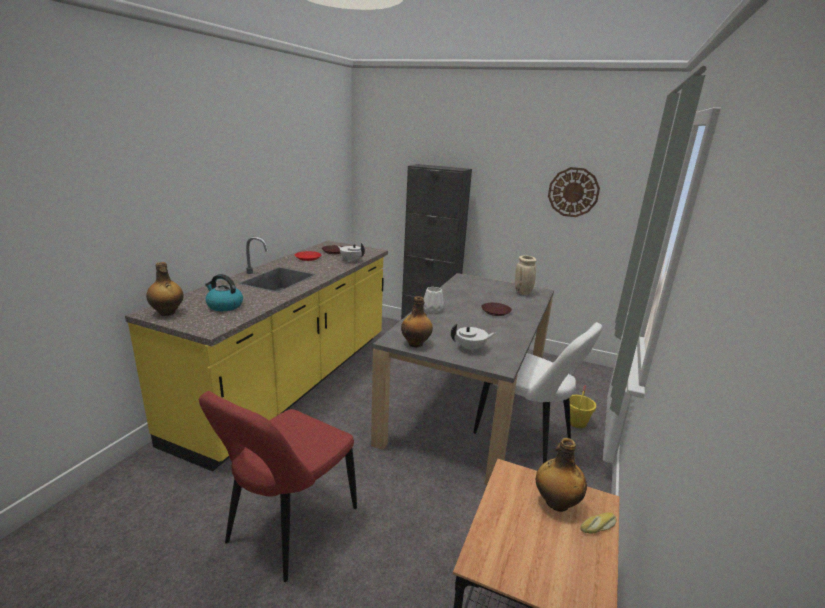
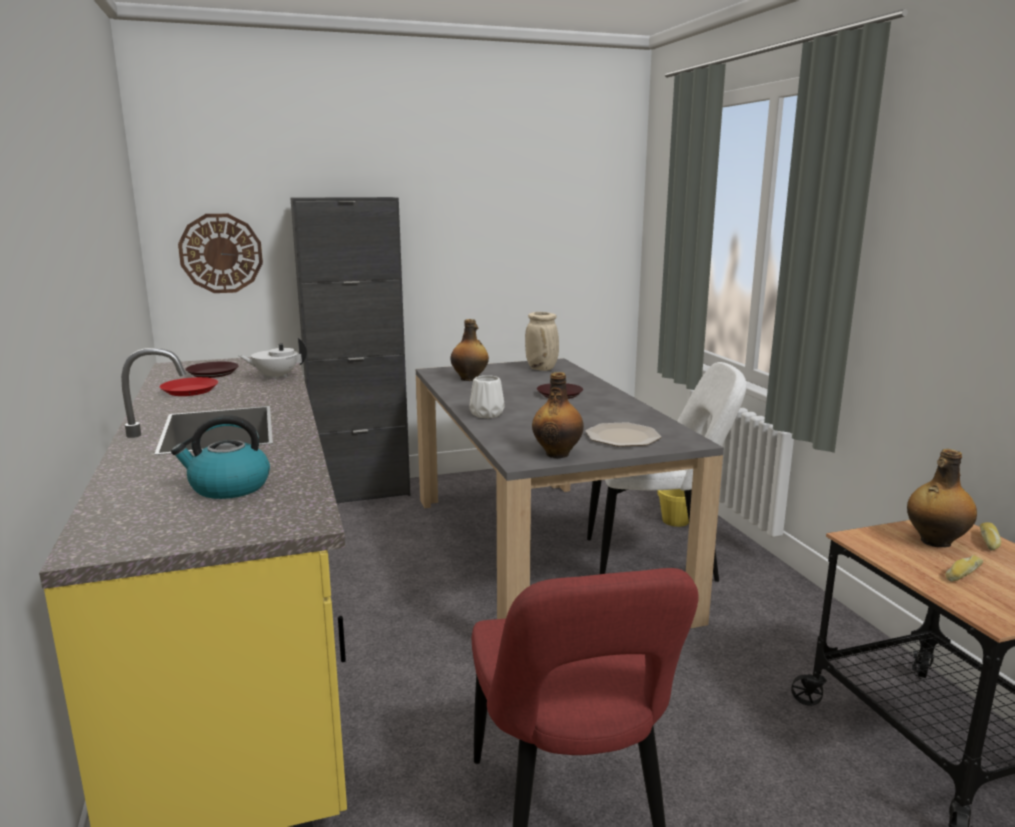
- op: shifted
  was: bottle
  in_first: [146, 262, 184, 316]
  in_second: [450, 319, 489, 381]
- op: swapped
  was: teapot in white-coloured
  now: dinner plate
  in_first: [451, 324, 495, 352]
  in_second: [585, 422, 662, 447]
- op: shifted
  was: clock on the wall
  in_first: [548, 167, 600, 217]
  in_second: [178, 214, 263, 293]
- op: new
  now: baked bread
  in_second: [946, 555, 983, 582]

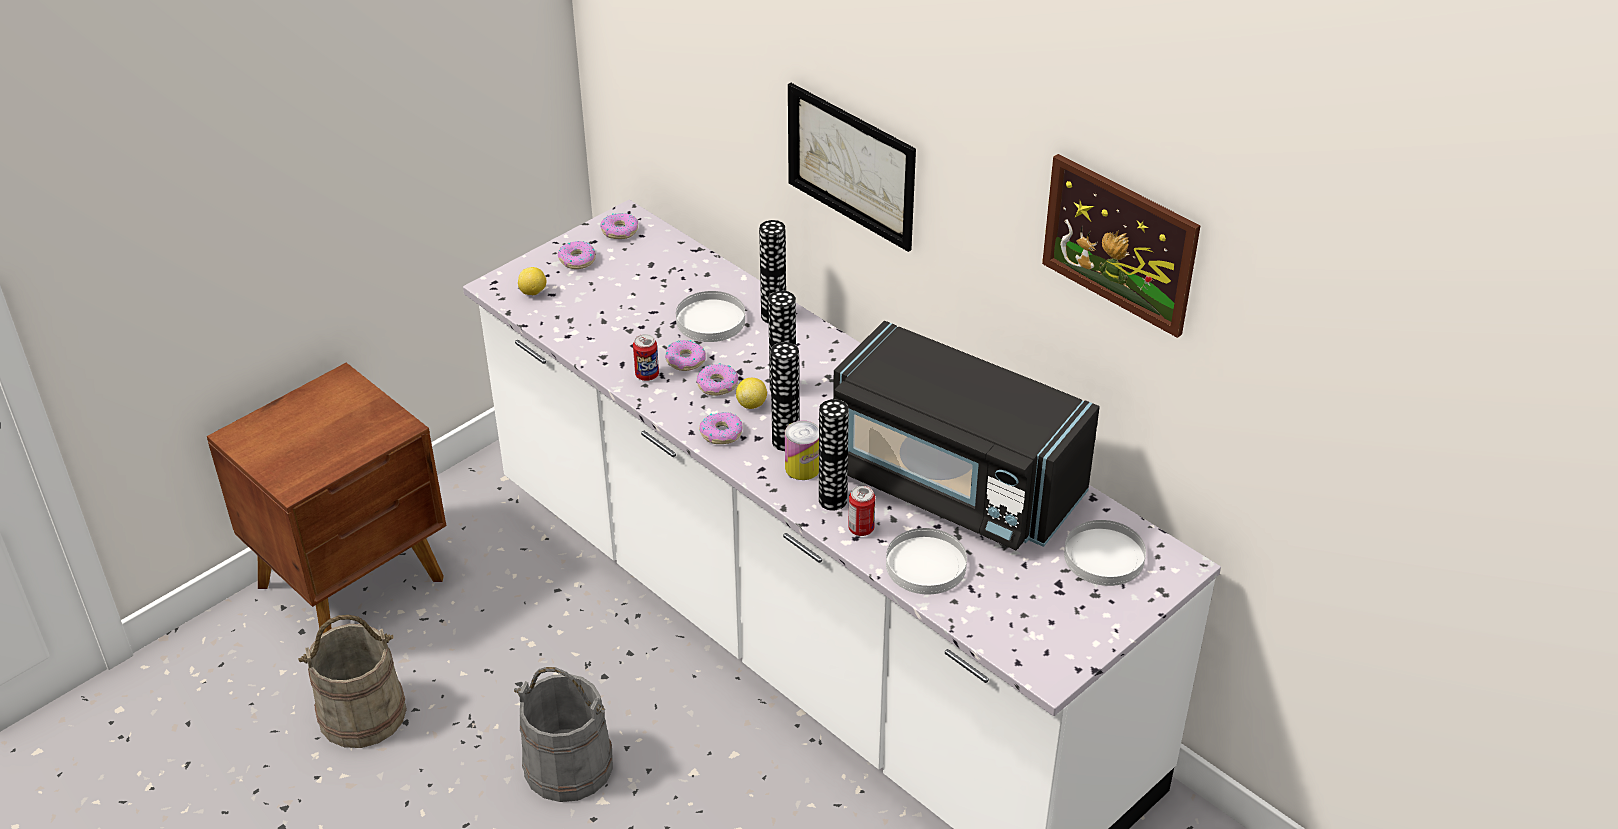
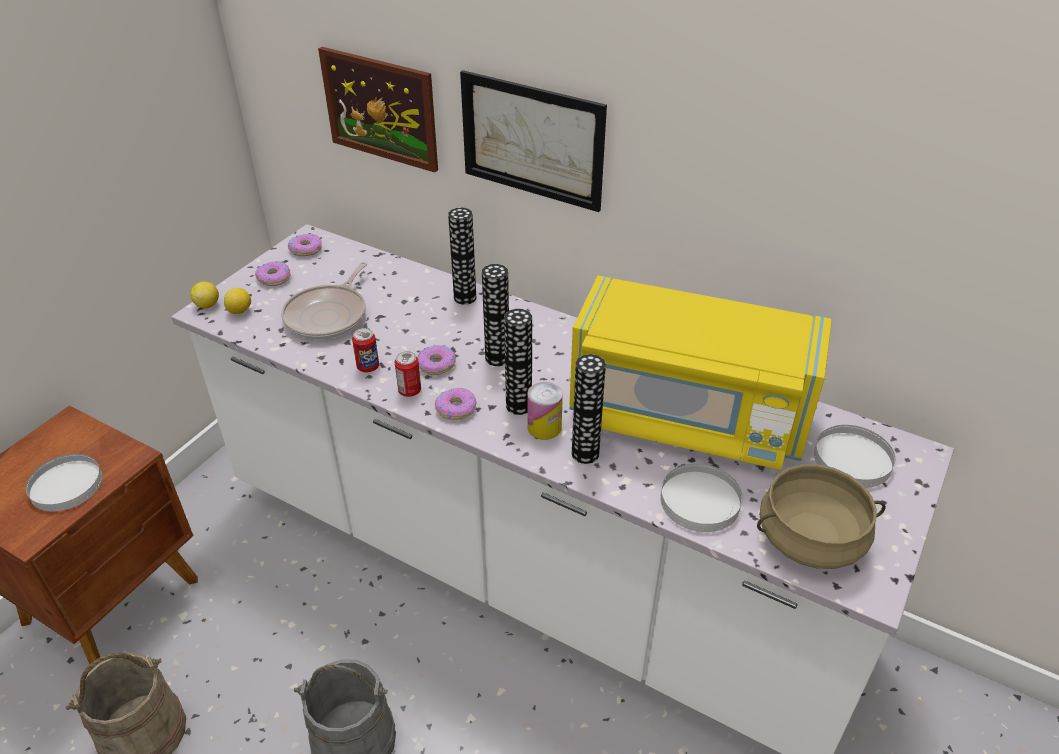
- op: gone
  was: doughnut
  in_first: [665, 340, 706, 371]
- op: shifted
  was: dinner plate in white-coloured
  in_first: [676, 291, 745, 342]
  in_second: [26, 454, 102, 511]
- op: shifted
  was: citrus fruit
  in_first: [736, 378, 767, 409]
  in_second: [190, 282, 219, 309]
- op: repainted
  was: microwave oven in blackish
  now: microwave oven in yellowish
  in_first: [833, 321, 1100, 551]
  in_second: [569, 276, 832, 470]
- op: shifted
  was: metal can
  in_first: [848, 486, 875, 536]
  in_second: [395, 351, 421, 397]
- op: shifted
  was: wall picture
  in_first: [1042, 154, 1201, 338]
  in_second: [318, 47, 438, 173]
- op: new
  now: frying pan
  in_second: [281, 262, 367, 339]
- op: new
  now: stockpot in beige-coloured
  in_second: [757, 464, 886, 569]

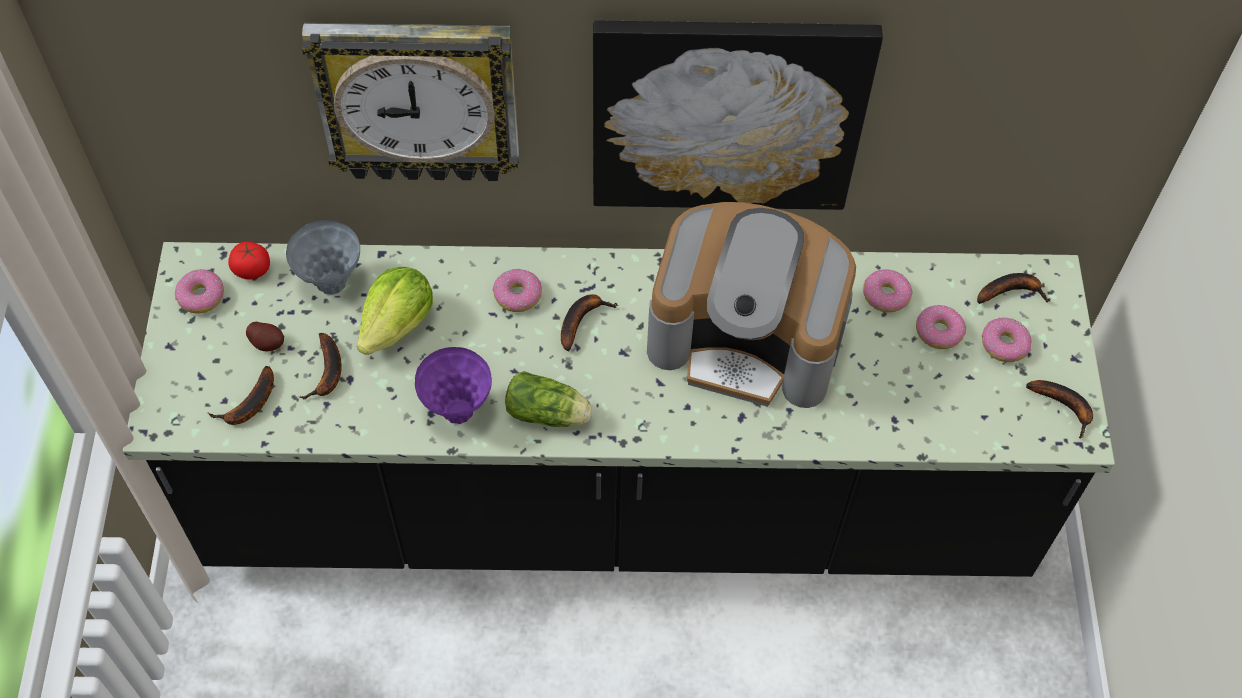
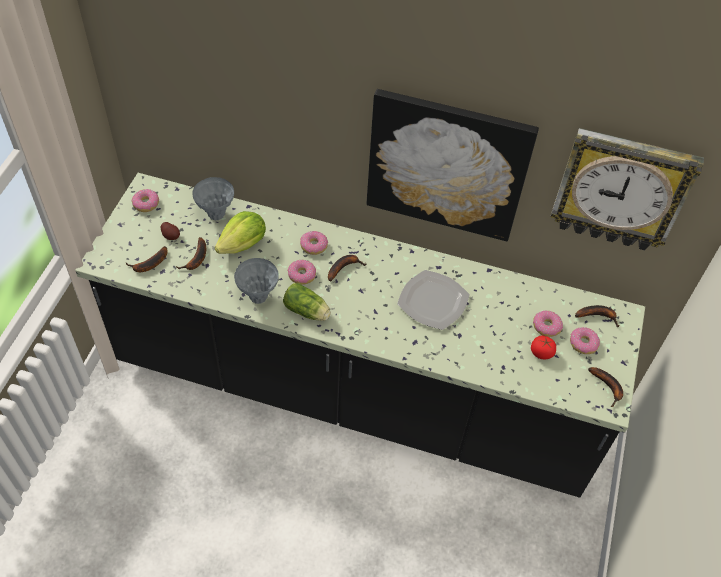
- op: shifted
  was: fresh tomato
  in_first: [228, 242, 270, 279]
  in_second: [531, 335, 556, 359]
- op: shifted
  was: clock on the wall
  in_first: [302, 23, 519, 181]
  in_second: [551, 128, 704, 250]
- op: repainted
  was: flower vase in purple
  now: flower vase in greyish
  in_first: [415, 347, 492, 424]
  in_second: [234, 258, 279, 304]
- op: swapped
  was: coffee machine
  now: dinner plate
  in_first: [647, 202, 856, 408]
  in_second: [397, 270, 470, 330]
- op: shifted
  was: doughnut
  in_first: [863, 269, 913, 313]
  in_second: [288, 260, 316, 285]

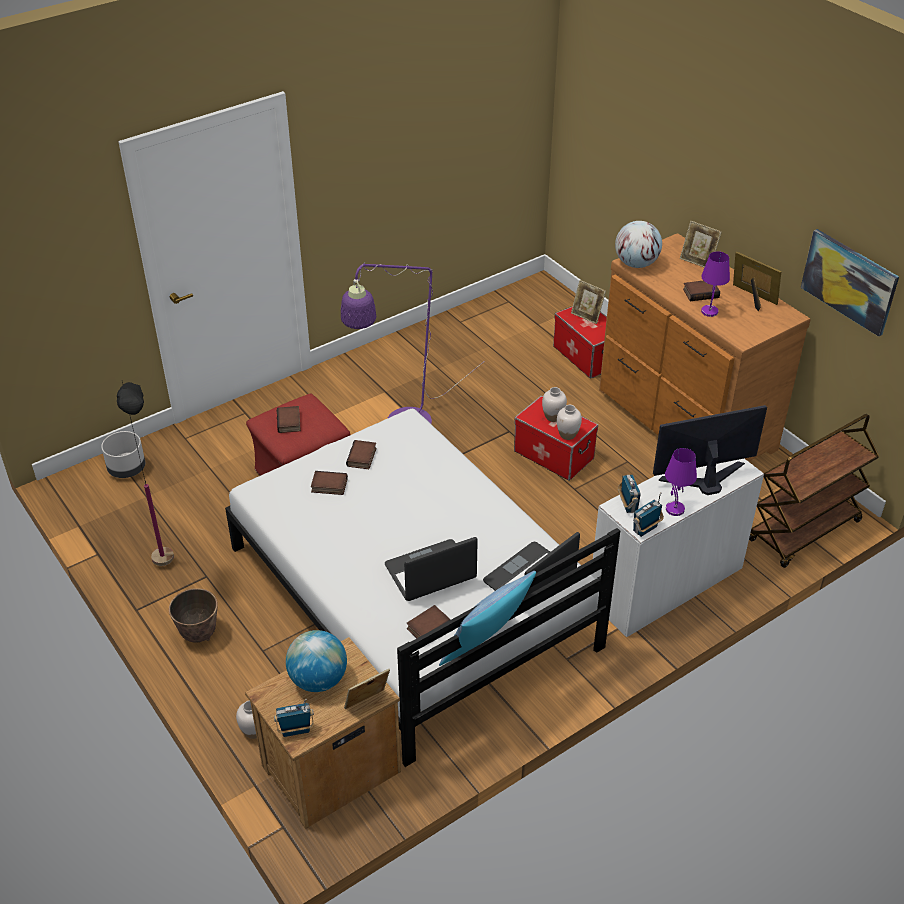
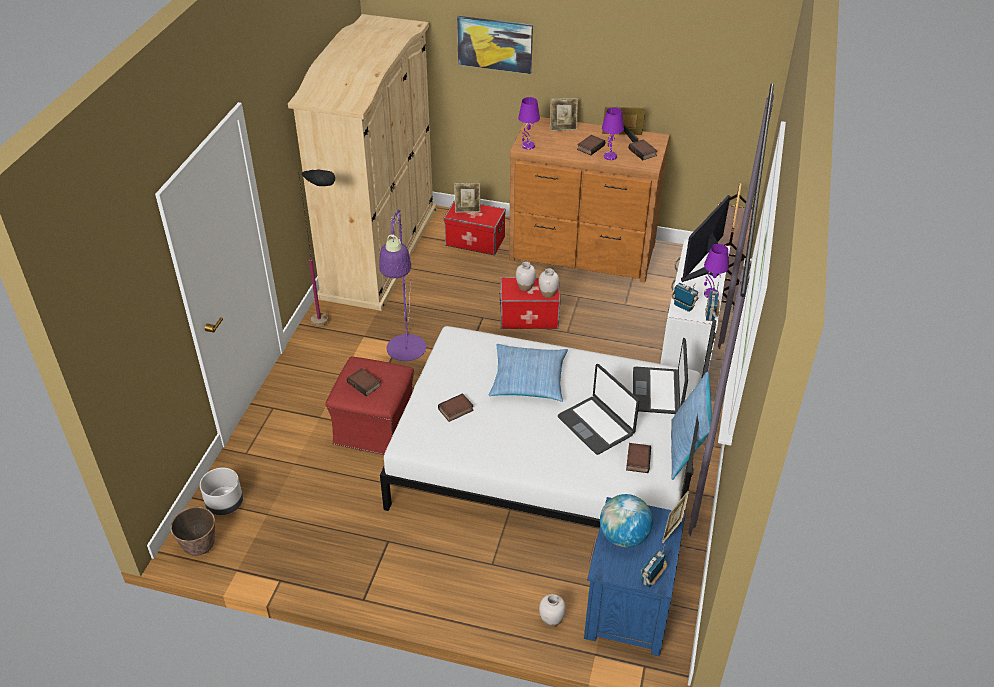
- op: shifted
  was: standing lamp in blackish
  in_first: [117, 382, 174, 566]
  in_second: [299, 169, 335, 326]
- op: shifted
  was: flower pot
  in_first: [169, 588, 218, 642]
  in_second: [170, 507, 215, 556]
- op: repainted
  was: night table in brownish
  now: night table in bluish
  in_first: [245, 637, 401, 828]
  in_second: [584, 497, 686, 656]
- op: shifted
  was: bound book
  in_first: [346, 440, 377, 469]
  in_second: [629, 139, 657, 160]
- op: rotated
  was: laptop
  in_first: [385, 537, 478, 601]
  in_second: [558, 364, 639, 455]
  clockwise: -60
- op: swapped
  was: globe
  now: lamp for a table in purple
  in_first: [615, 221, 662, 268]
  in_second: [518, 97, 540, 150]
- op: shifted
  was: wall picture
  in_first: [801, 229, 899, 337]
  in_second: [457, 16, 533, 74]
- op: new
  now: wardrobe in beige-coloured
  in_second: [288, 14, 437, 311]
- op: new
  now: throw pillow
  in_second: [489, 344, 568, 402]

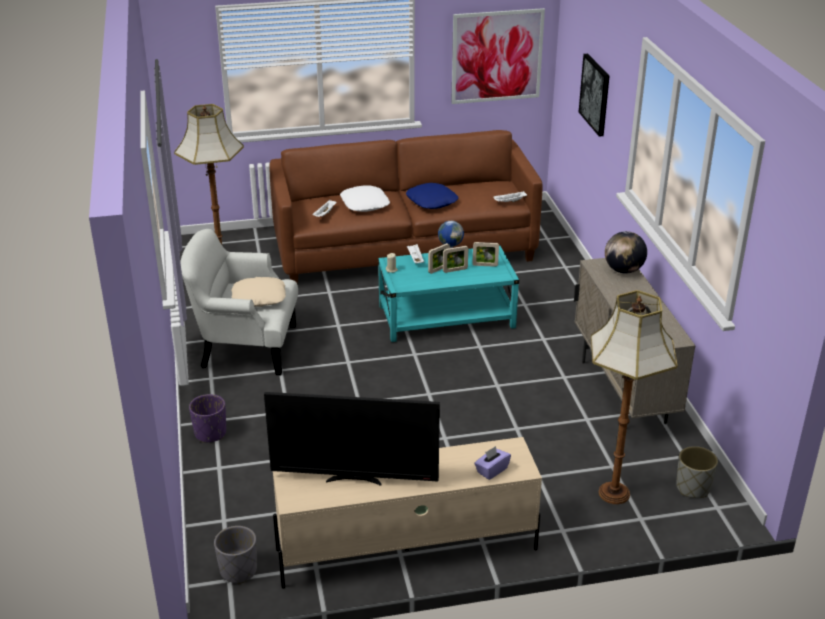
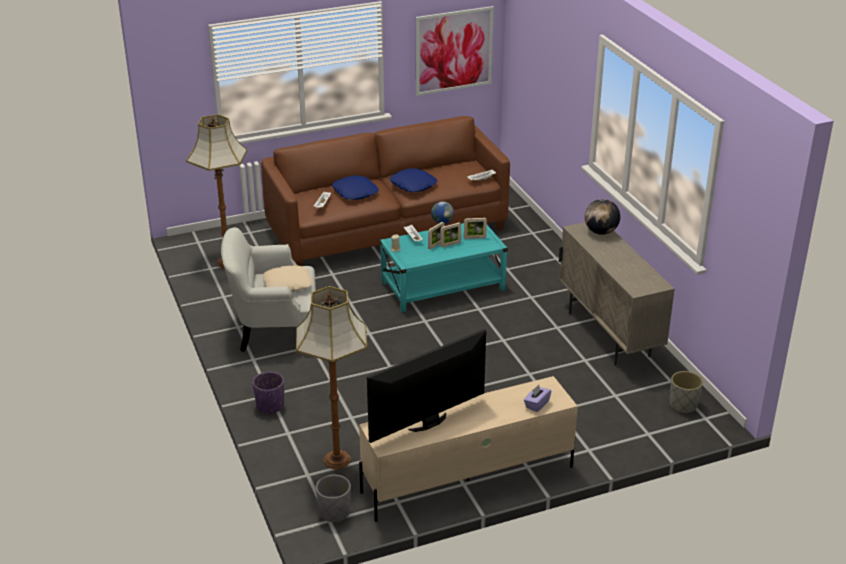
- op: rotated
  was: TV set
  in_first: [264, 392, 440, 486]
  in_second: [367, 329, 486, 443]
  clockwise: 150
- op: repainted
  was: throw pillow in white-coloured
  now: throw pillow in bluish
  in_first: [340, 185, 390, 212]
  in_second: [332, 175, 379, 200]
- op: gone
  was: wall picture
  in_first: [579, 54, 609, 137]
- op: shifted
  was: standing lamp
  in_first: [591, 290, 678, 504]
  in_second: [296, 286, 367, 469]

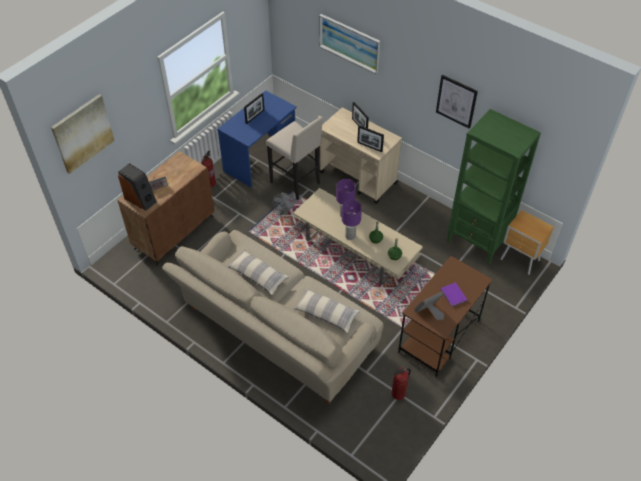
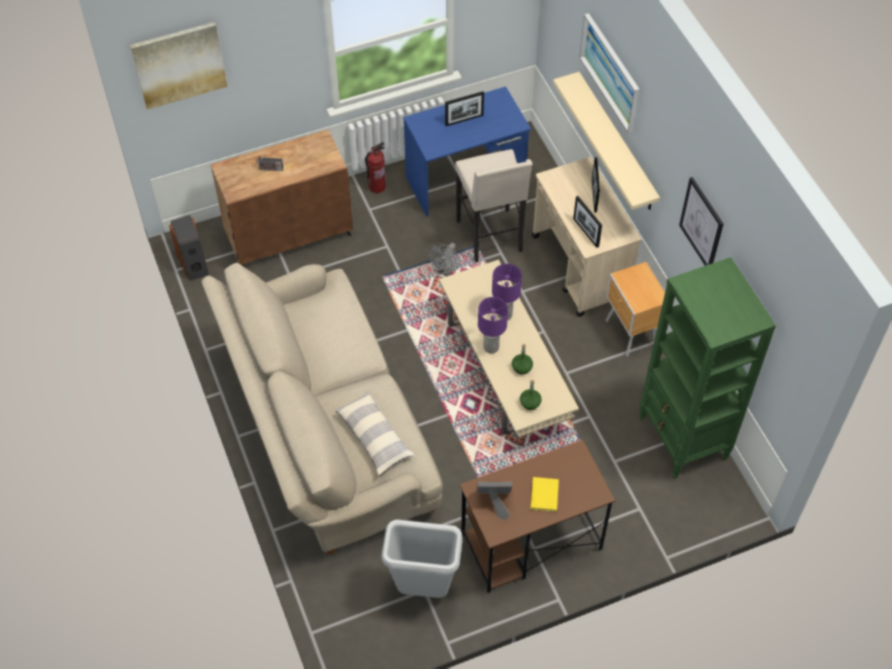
- op: shifted
  was: speaker
  in_first: [118, 163, 157, 211]
  in_second: [169, 215, 209, 281]
- op: gone
  was: throw pillow
  in_first: [227, 250, 289, 295]
- op: swapped
  was: extinguisher
  now: trash can in greyish
  in_first: [392, 367, 411, 400]
  in_second: [382, 520, 463, 598]
- op: repainted
  was: bound book in purple
  now: bound book in yellowish
  in_first: [441, 282, 467, 307]
  in_second: [531, 477, 559, 512]
- op: shifted
  was: night table in brownish
  in_first: [500, 210, 554, 275]
  in_second: [605, 262, 665, 357]
- op: new
  now: bracket shelf in beige-coloured
  in_second: [553, 72, 660, 210]

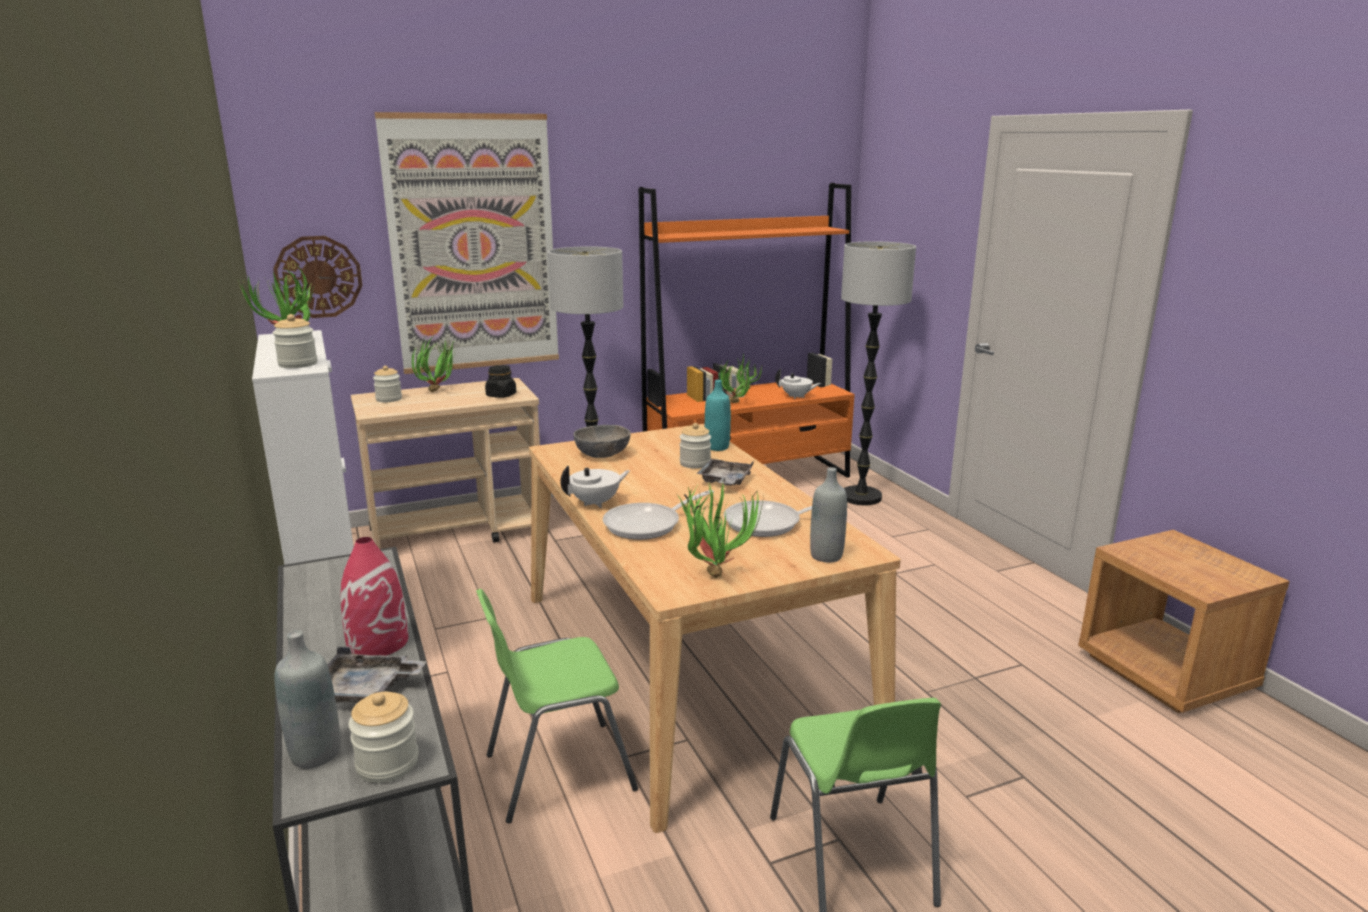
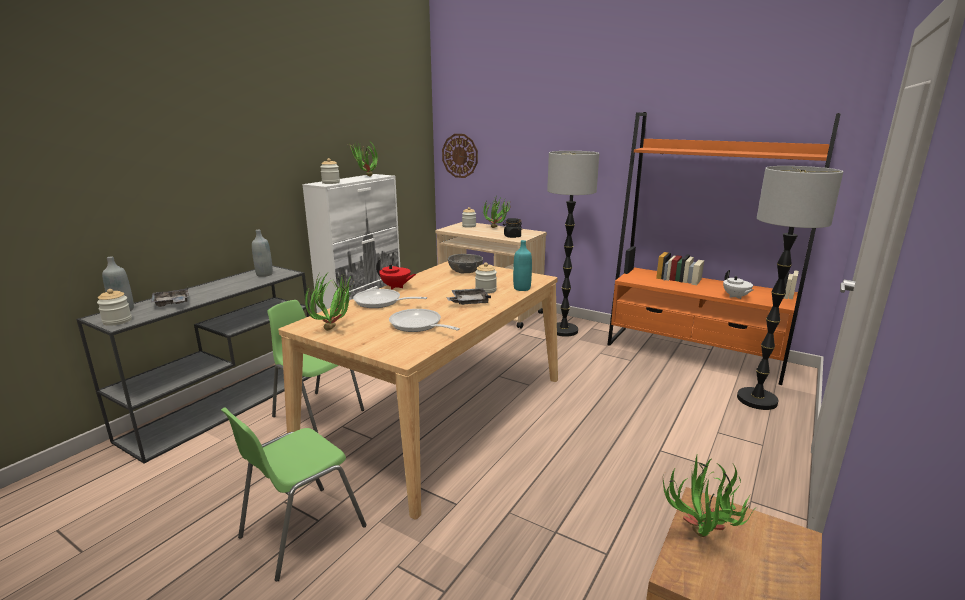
- op: gone
  was: flower vase in red
  in_first: [340, 537, 408, 656]
- op: gone
  was: wall picture
  in_first: [375, 112, 559, 374]
- op: repainted
  was: teapot in white-coloured
  now: teapot in red
  in_first: [560, 466, 630, 508]
  in_second: [376, 259, 416, 290]
- op: shifted
  was: houseplant
  in_first: [720, 353, 762, 403]
  in_second: [663, 454, 757, 537]
- op: shifted
  was: bottle in greyish
  in_first: [810, 467, 847, 563]
  in_second: [252, 230, 273, 277]

